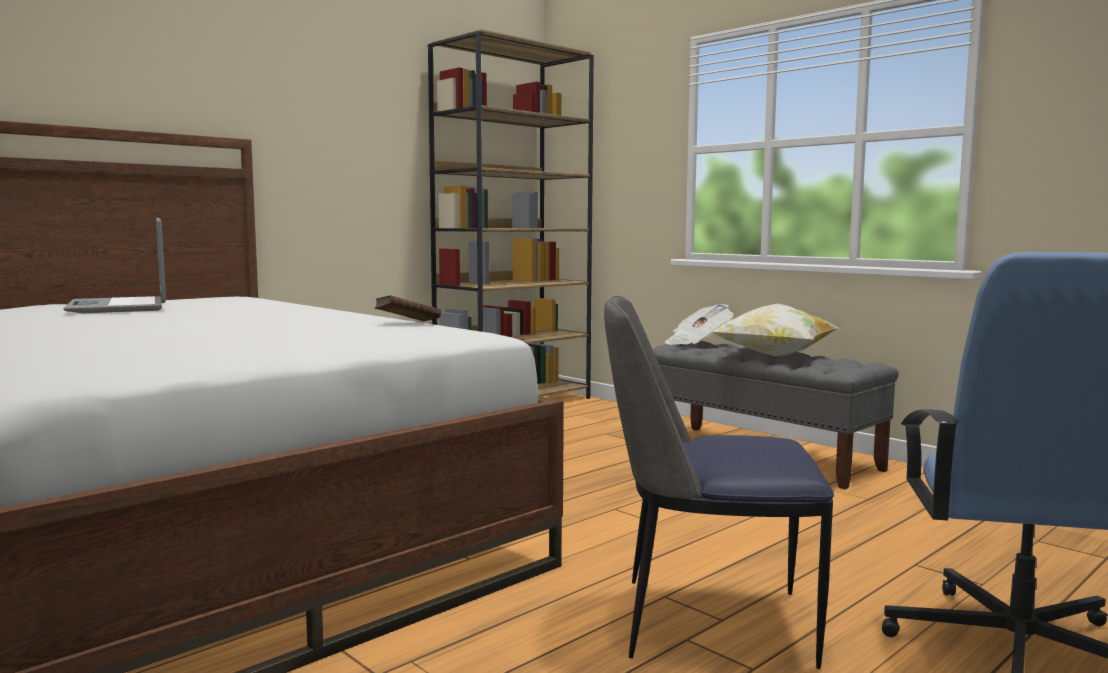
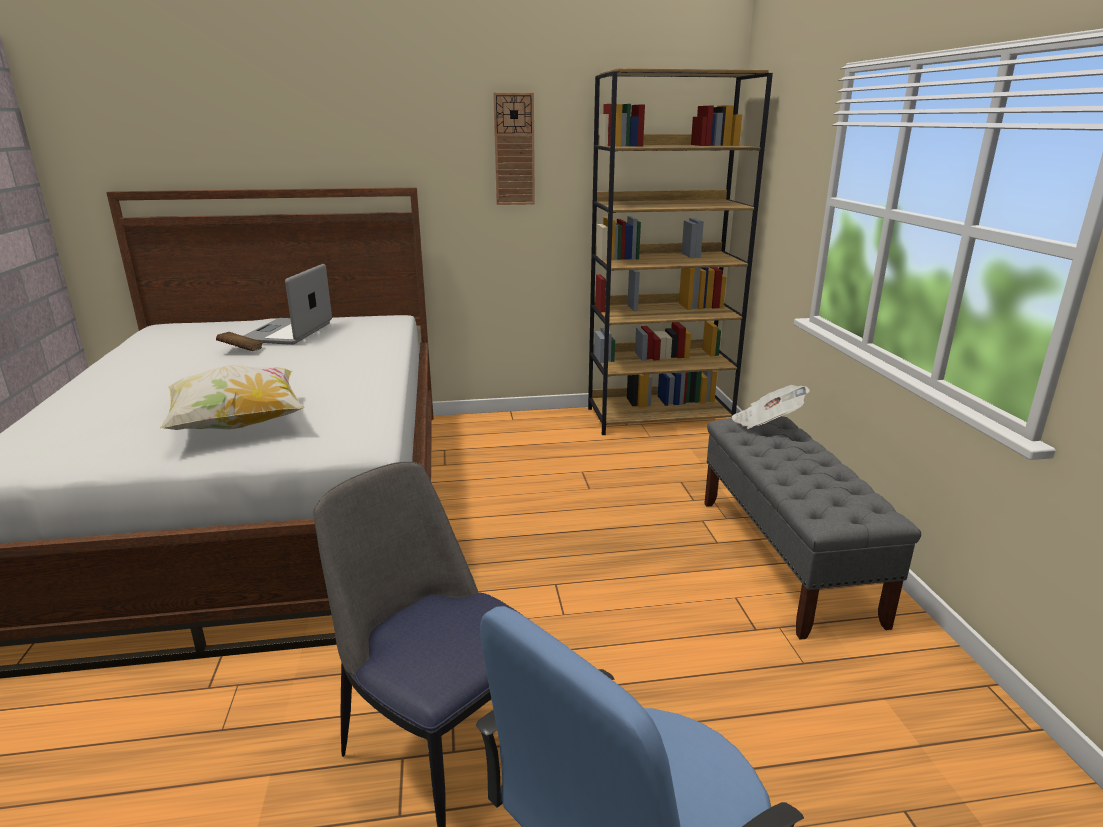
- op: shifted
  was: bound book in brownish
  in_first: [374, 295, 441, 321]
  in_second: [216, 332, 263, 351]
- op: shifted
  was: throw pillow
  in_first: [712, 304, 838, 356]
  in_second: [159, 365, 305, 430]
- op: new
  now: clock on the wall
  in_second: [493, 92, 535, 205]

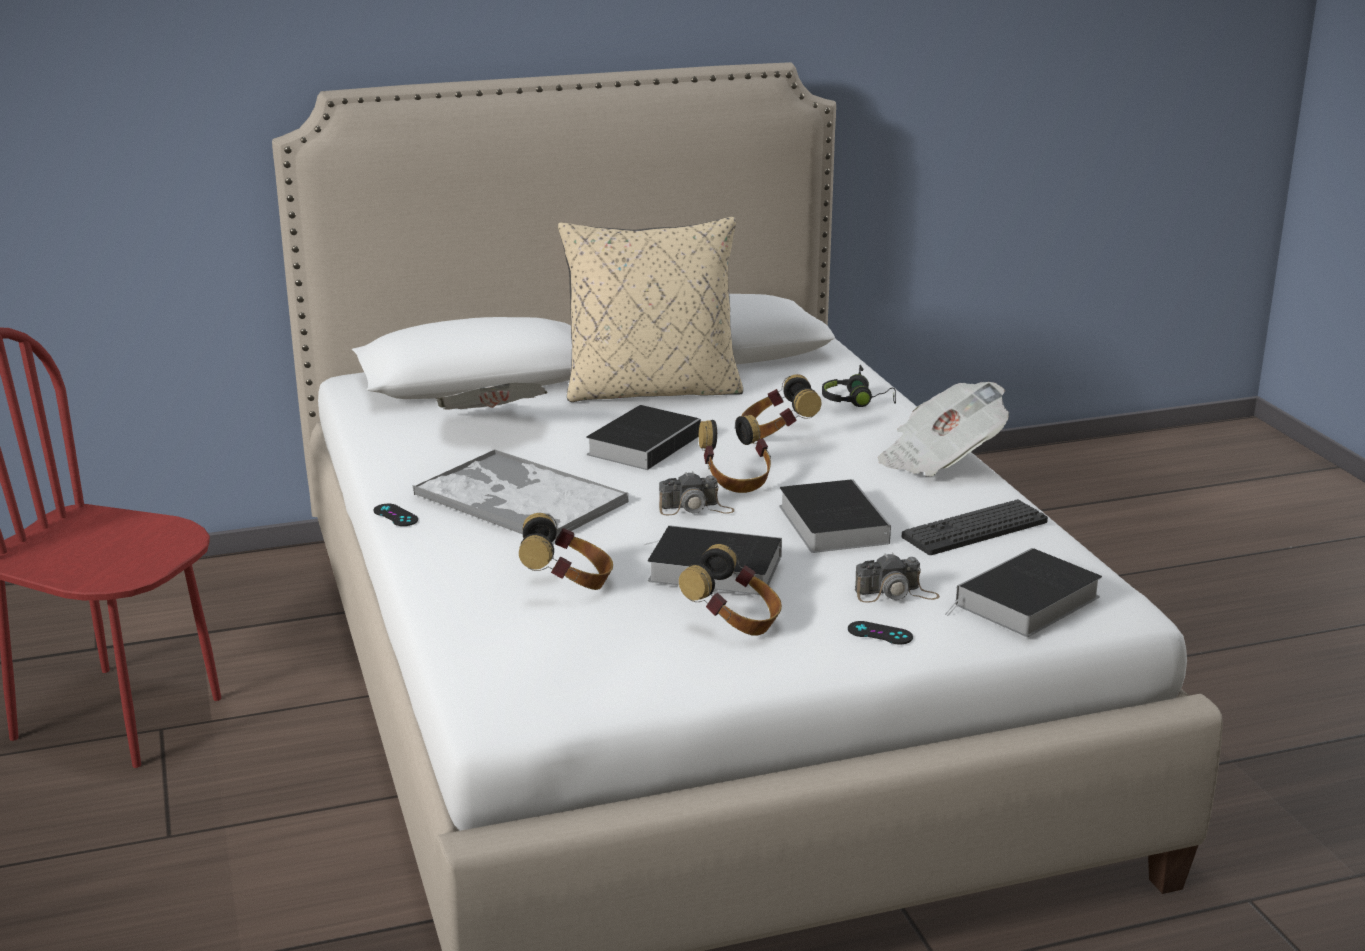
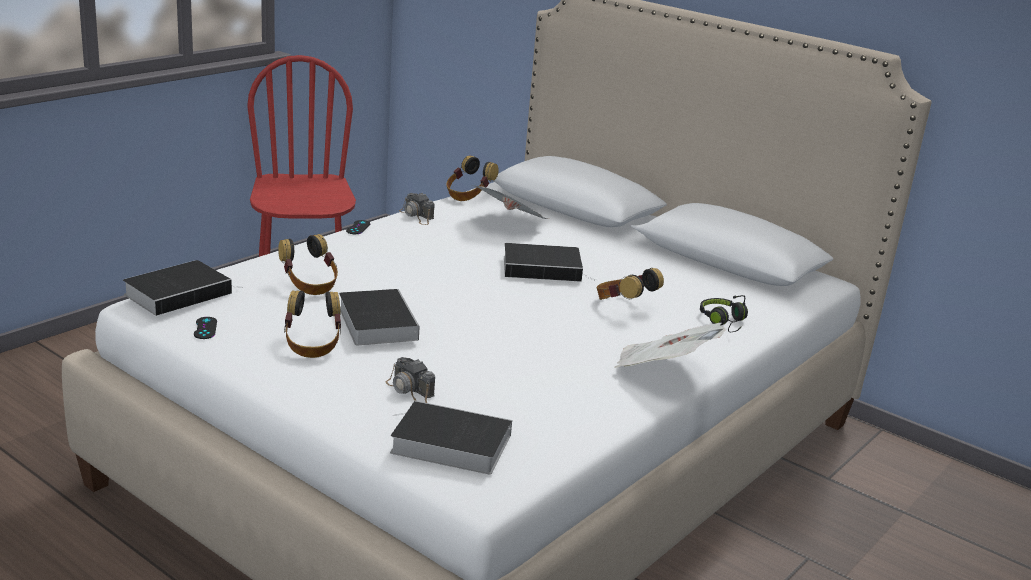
- op: gone
  was: tray
  in_first: [412, 449, 629, 540]
- op: gone
  was: throw pillow in beige-coloured
  in_first: [558, 217, 743, 402]
- op: shifted
  was: still camera
  in_first: [659, 471, 734, 515]
  in_second: [399, 193, 434, 225]
- op: shifted
  was: headphones
  in_first: [699, 415, 771, 493]
  in_second: [446, 155, 499, 201]
- op: shifted
  was: bound book
  in_first: [779, 479, 891, 553]
  in_second: [123, 260, 237, 316]
- op: shifted
  was: joypad in blackish
  in_first: [848, 621, 913, 645]
  in_second: [194, 317, 217, 339]
- op: gone
  was: computer keyboard
  in_first: [902, 499, 1048, 555]

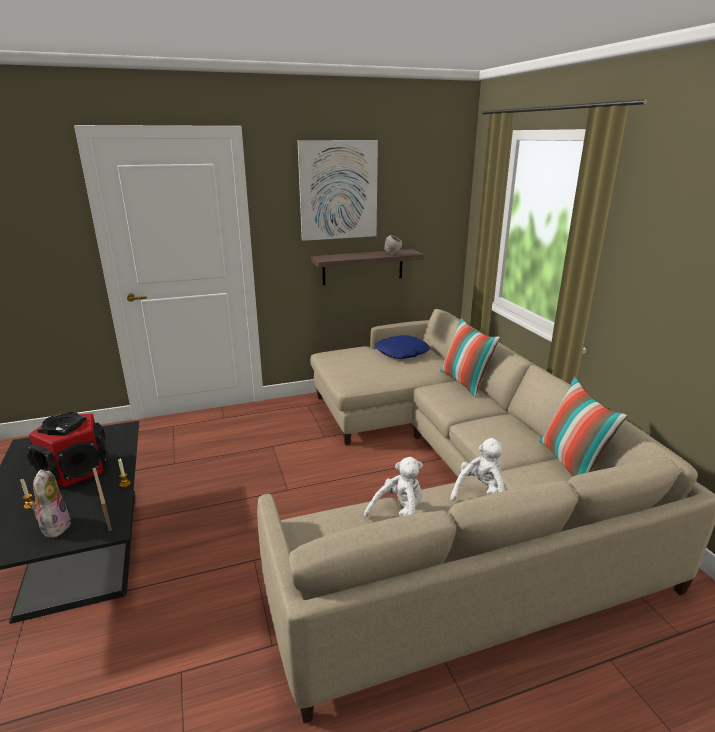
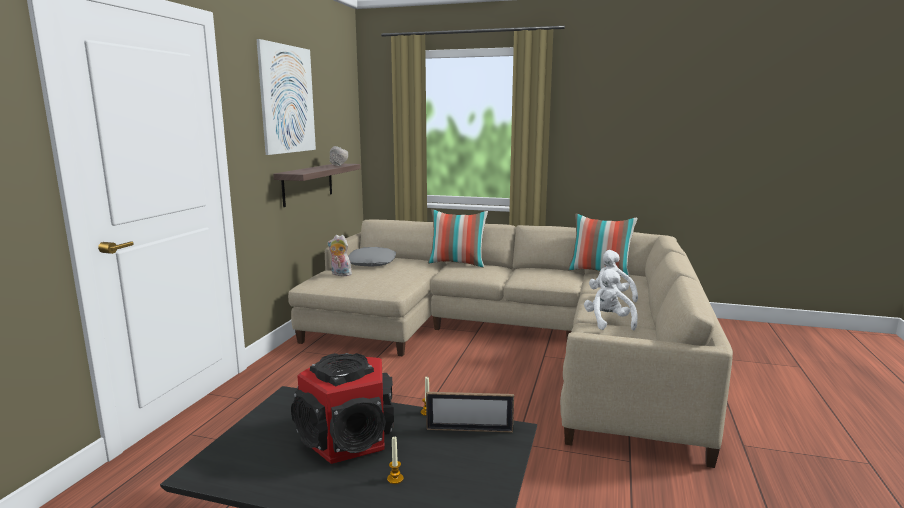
- op: shifted
  was: plush toy
  in_first: [30, 469, 71, 538]
  in_second: [327, 235, 352, 276]
- op: repainted
  was: throw pillow in bluish
  now: throw pillow in greyish
  in_first: [375, 336, 430, 359]
  in_second: [348, 247, 396, 267]

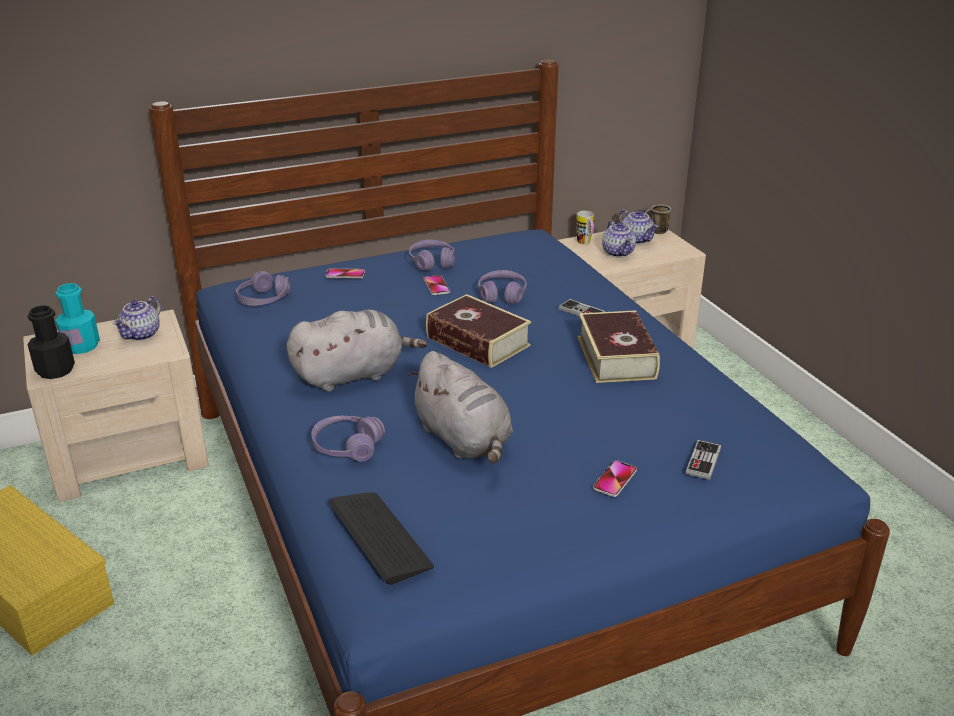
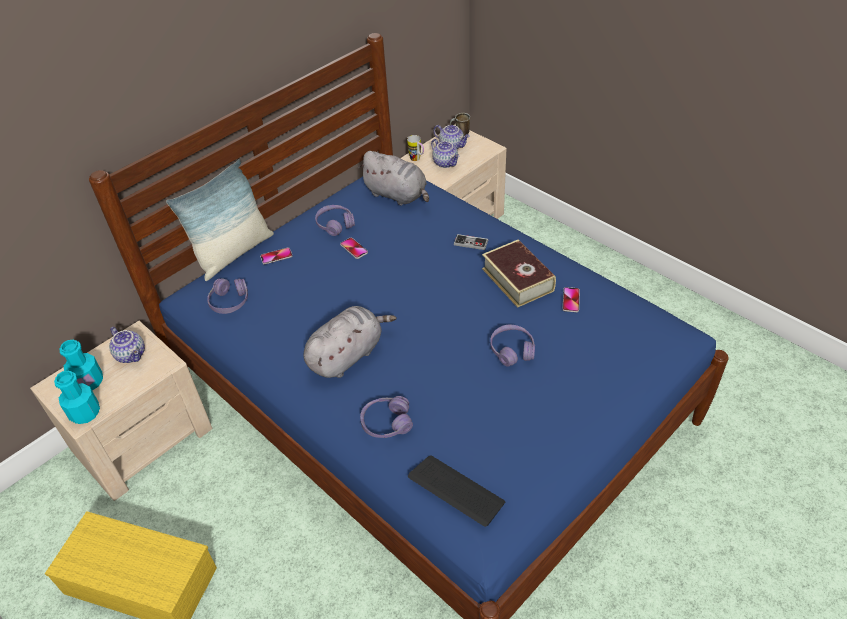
- op: repainted
  was: bottle in blackish
  now: bottle in turquoise
  in_first: [27, 305, 75, 379]
  in_second: [54, 371, 100, 424]
- op: rotated
  was: teapot
  in_first: [113, 296, 161, 341]
  in_second: [109, 327, 145, 363]
  clockwise: -45
- op: shifted
  was: plush toy in greyish
  in_first: [408, 351, 513, 464]
  in_second: [358, 151, 429, 206]
- op: gone
  was: bound book
  in_first: [426, 294, 531, 368]
- op: shifted
  was: headphones in purple
  in_first: [478, 270, 527, 304]
  in_second: [490, 325, 535, 367]
- op: shifted
  was: handset
  in_first: [593, 460, 637, 497]
  in_second: [562, 287, 580, 312]
- op: gone
  was: joypad
  in_first: [686, 440, 721, 480]
- op: new
  now: throw pillow
  in_second: [166, 159, 274, 281]

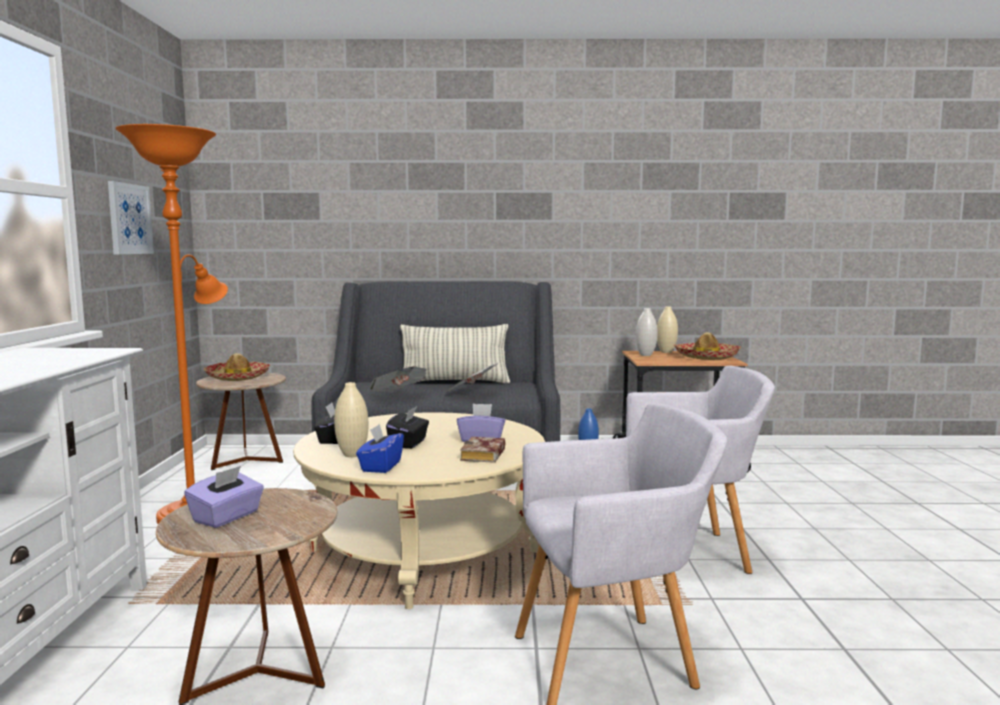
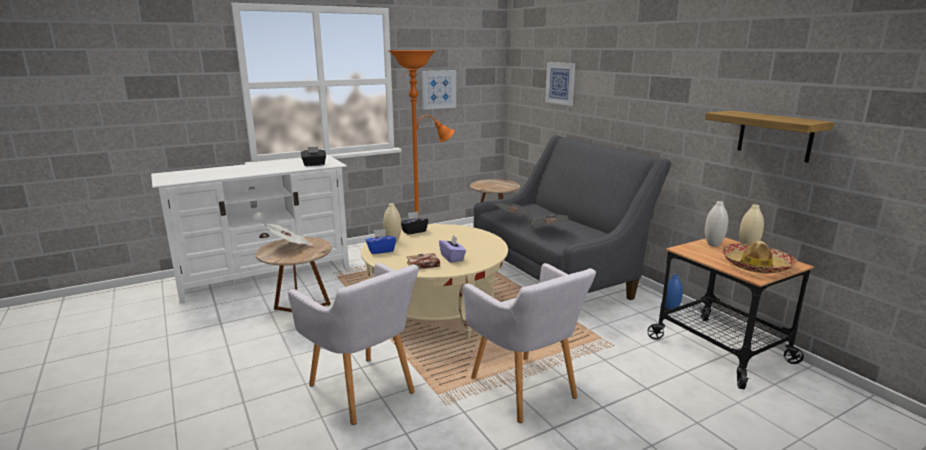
- op: swapped
  was: tissue box in purple
  now: printed paper
  in_first: [184, 466, 264, 528]
  in_second: [262, 224, 313, 245]
- op: gone
  was: wearable hat
  in_first: [204, 353, 270, 381]
- op: shifted
  was: tissue box in blackish
  in_first: [386, 406, 429, 449]
  in_second: [301, 147, 326, 166]
- op: gone
  was: throw pillow
  in_first: [400, 324, 511, 384]
- op: new
  now: wall picture
  in_second: [545, 62, 575, 106]
- op: new
  now: bracket shelf
  in_second: [705, 111, 834, 163]

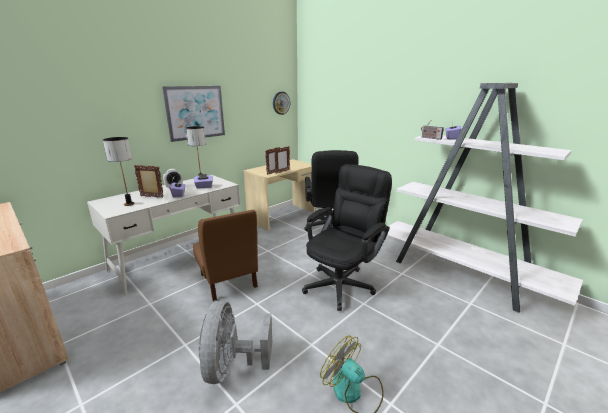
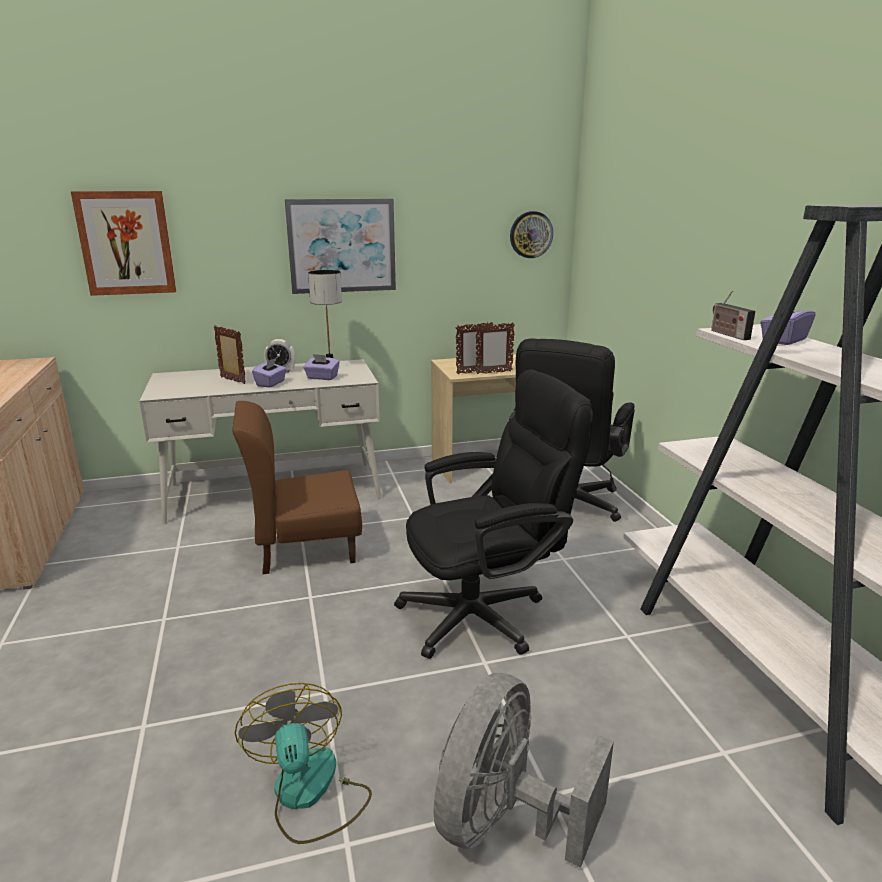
- op: gone
  was: lamp for a table
  in_first: [103, 137, 134, 206]
- op: rotated
  was: chair in brownish
  in_first: [193, 210, 258, 301]
  in_second: [232, 401, 362, 574]
  clockwise: 75
- op: shifted
  was: electric fan in greyish
  in_first: [198, 301, 272, 384]
  in_second: [433, 673, 614, 868]
- op: new
  now: wall picture
  in_second: [71, 191, 176, 296]

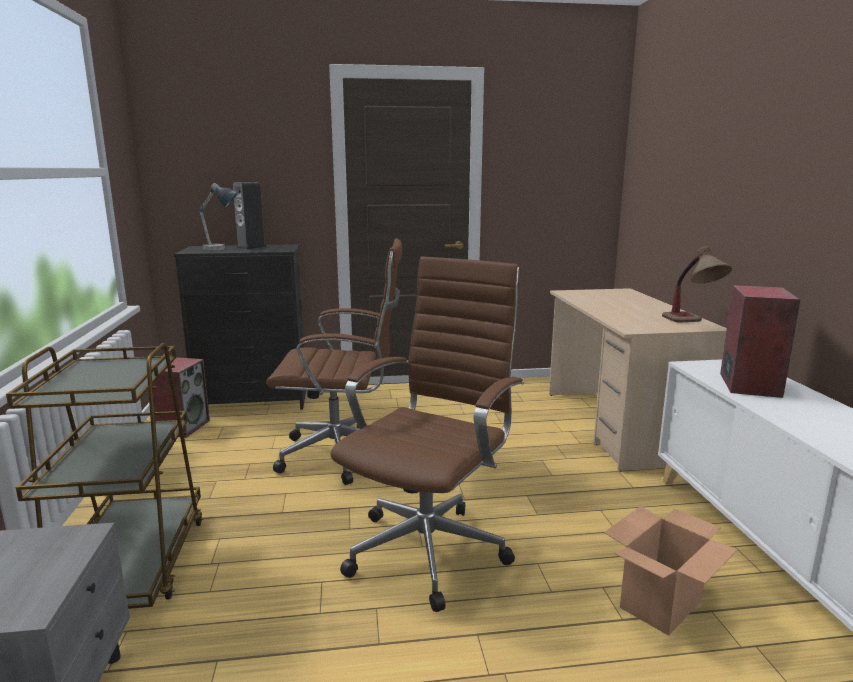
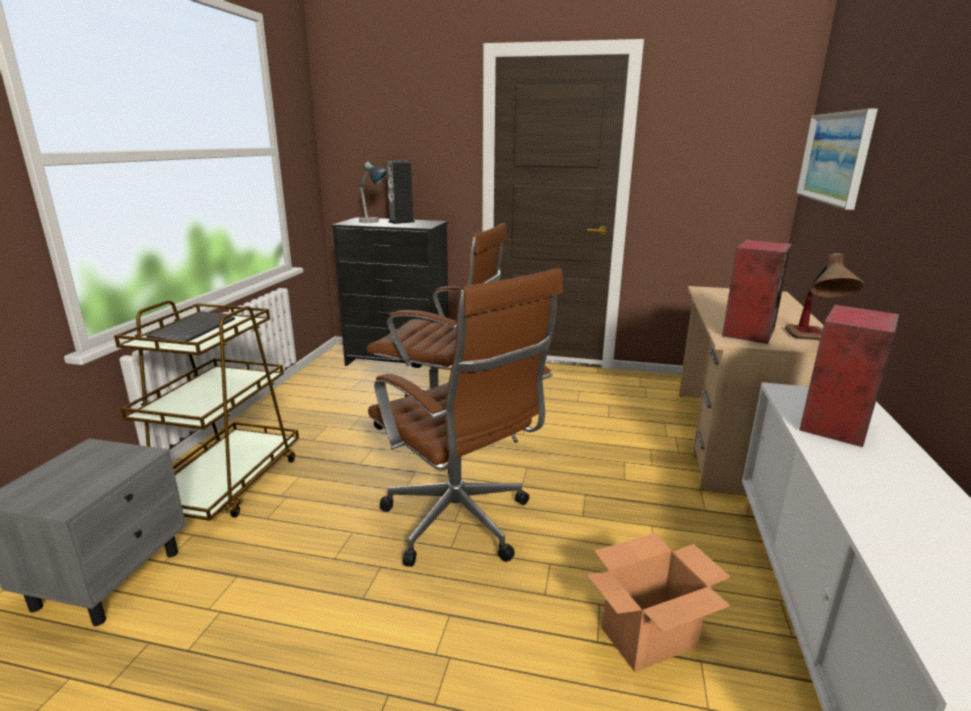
- op: shifted
  was: speaker
  in_first: [153, 357, 210, 438]
  in_second: [722, 240, 792, 344]
- op: rotated
  was: desk chair in brownish
  in_first: [330, 256, 524, 612]
  in_second: [368, 268, 563, 567]
  clockwise: 90
- op: new
  now: computer keyboard
  in_second: [146, 311, 235, 345]
- op: new
  now: wall picture
  in_second: [796, 109, 878, 210]

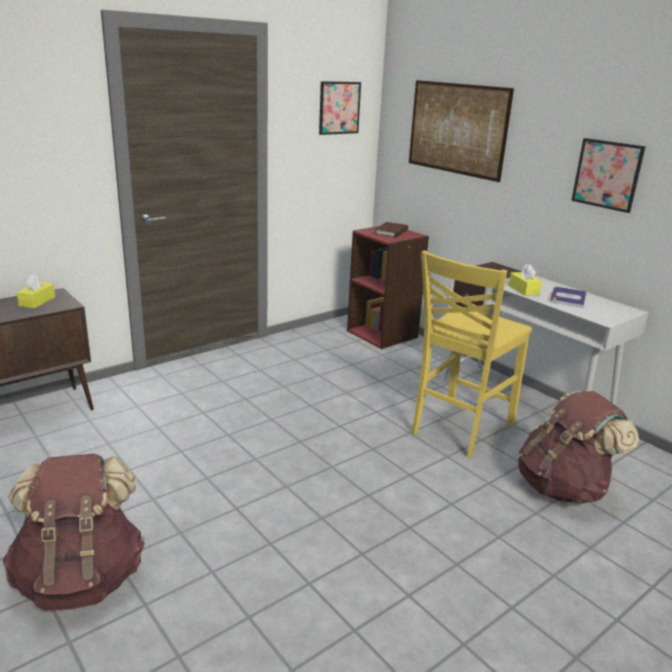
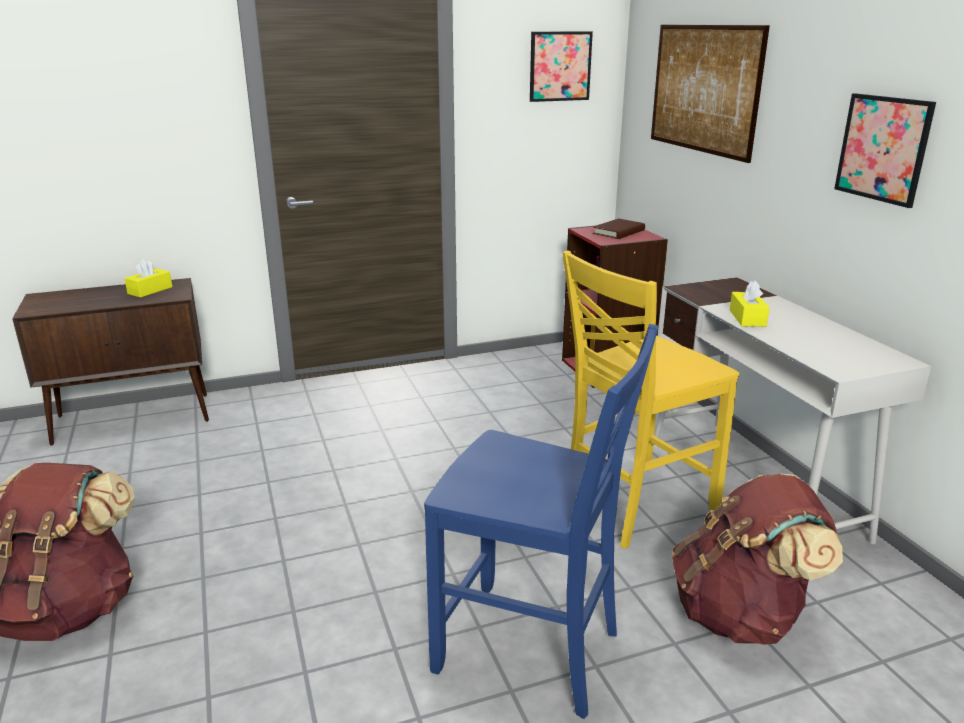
- op: gone
  was: bound book
  in_first: [550, 287, 587, 308]
- op: new
  now: chair in bluish
  in_second: [424, 324, 658, 719]

